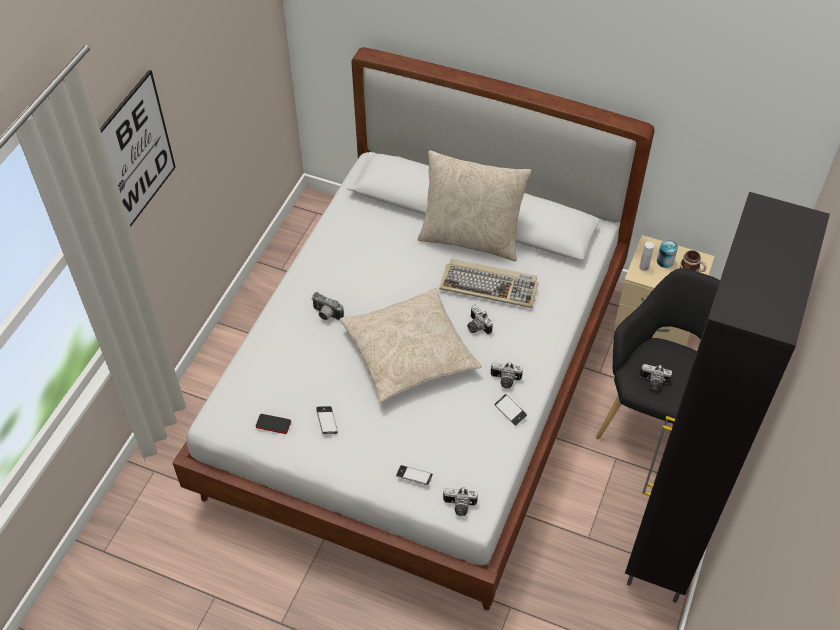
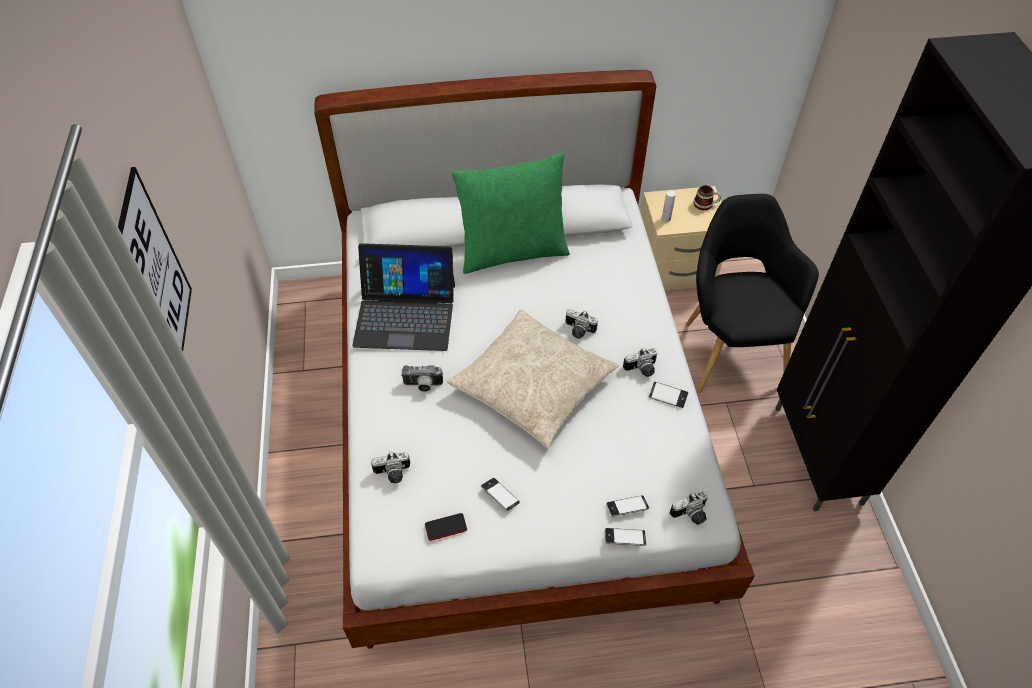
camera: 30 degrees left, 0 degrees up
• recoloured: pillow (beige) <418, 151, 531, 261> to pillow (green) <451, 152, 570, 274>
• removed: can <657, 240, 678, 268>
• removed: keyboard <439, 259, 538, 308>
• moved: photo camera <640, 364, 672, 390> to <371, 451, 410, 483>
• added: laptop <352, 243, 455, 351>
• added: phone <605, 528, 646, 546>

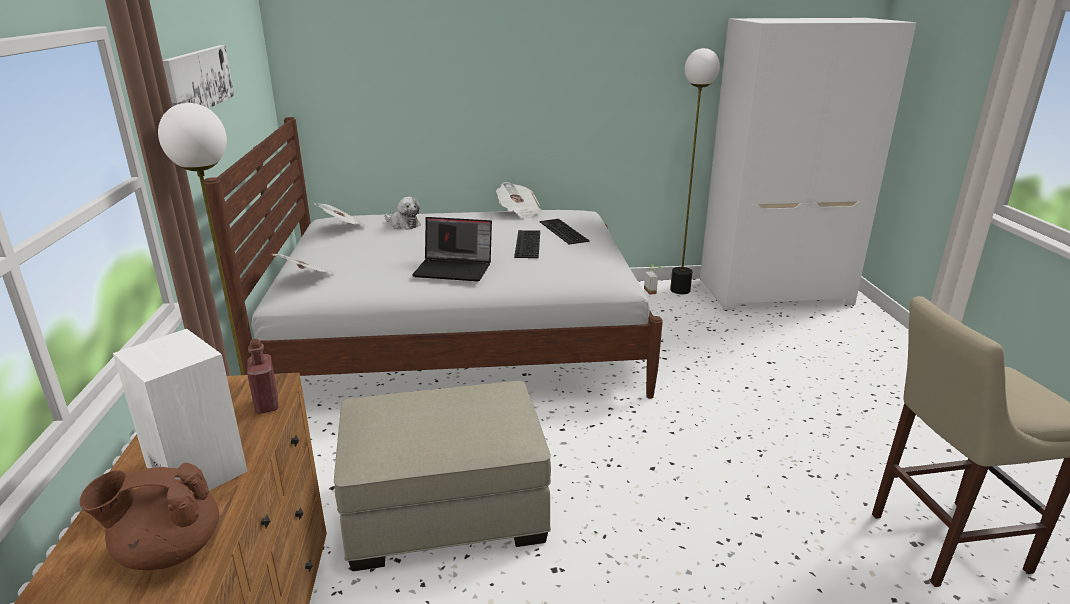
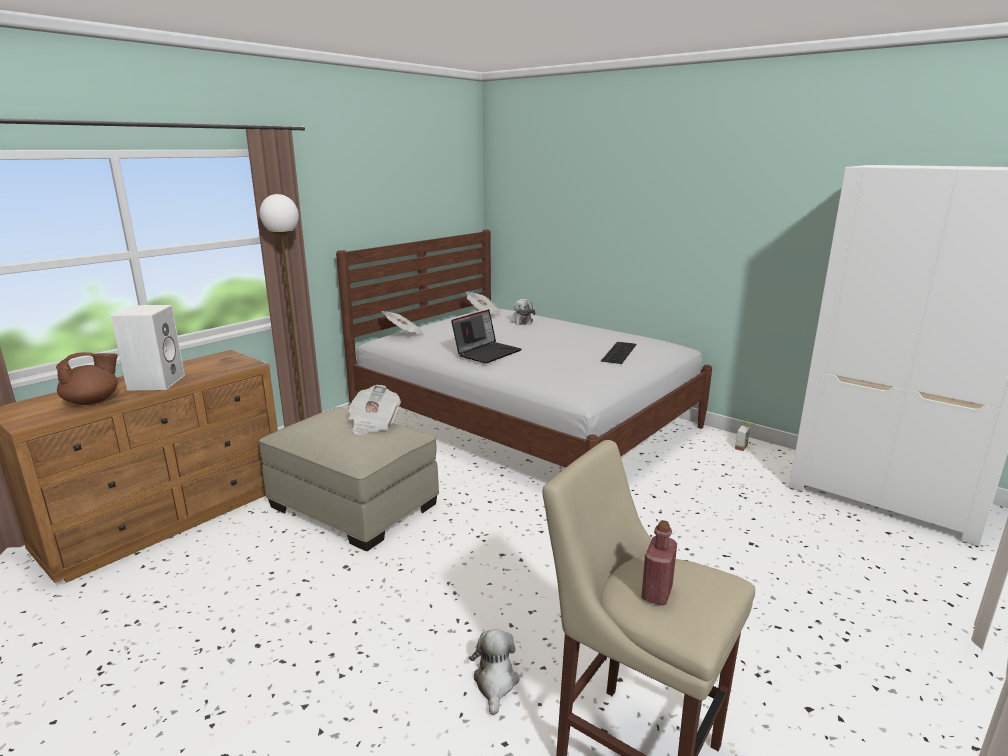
camera: 45 degrees right, 5 degrees down
• removed: picture <163, 45, 234, 109>
• removed: floor lamp <670, 48, 720, 294>
• moved: newspaper <496, 182, 542, 219> to <348, 385, 401, 435>
• turned: laptop <412, 217, 492, 281> = <451, 309, 522, 363> 105 degrees counterclockwise
• removed: keyboard <514, 230, 540, 258>
• moved: bottle (red) <247, 339, 279, 413> to <641, 520, 677, 605>
• turned: teapot (brown) <80, 463, 219, 570> = <56, 352, 118, 405> 105 degrees clockwise
• added: plush toy <470, 629, 519, 715>

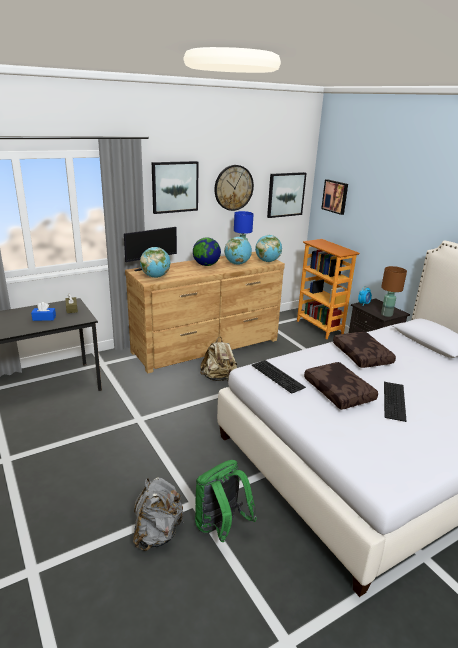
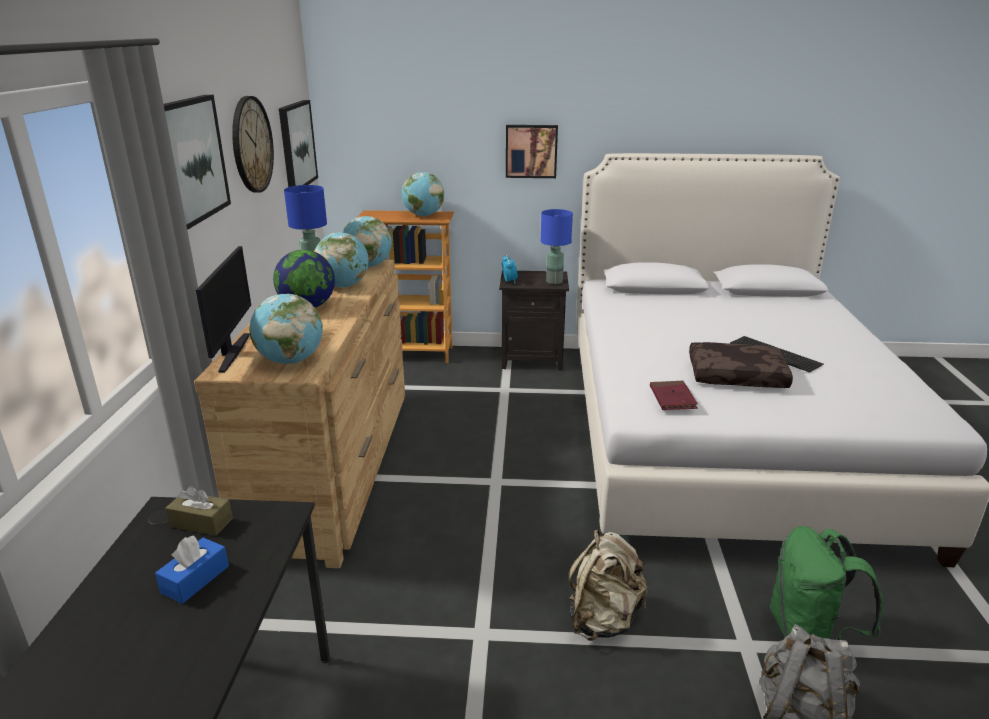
camera: 55 degrees left, 0 degrees up
• moved: picture <321, 179, 348, 215> to <506, 125, 558, 178>
• recoloured: table lamp (brown) <381, 266, 407, 317> to table lamp (blue) <541, 209, 573, 284>
• removed: pillow (brown) <333, 332, 396, 368>
• moved: backpack (beige) <200, 337, 237, 381> to <569, 530, 648, 641>
• replaced: keyboard <252, 360, 306, 394> to book (red) <650, 381, 698, 410>
• added: globe <401, 172, 444, 216>

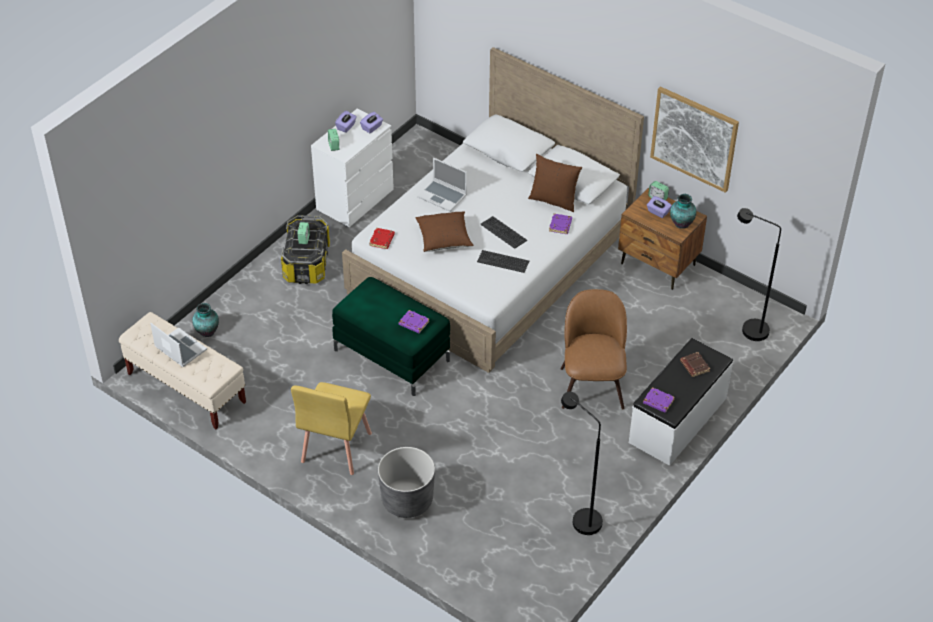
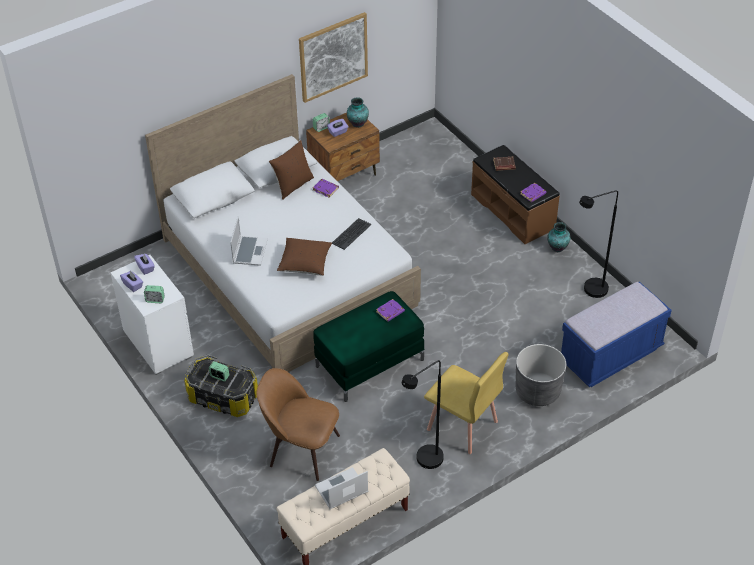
camera: 70 degrees left, 0 degrees up
• turned: laptop <417, 158, 467, 212> = <230, 216, 268, 266> 45 degrees counterclockwise
• moved: floor lamp (black) <737, 208, 781, 341> to <402, 360, 444, 469>
• removed: keyboard <480, 216, 527, 249>
• removed: book (red) <369, 228, 395, 249>
• moved: chair (brown) <560, 289, 627, 409> to <256, 368, 340, 481>
• moved: vase <192, 303, 219, 337> to <547, 222, 570, 252>
• recoloured: bench (white) <629, 338, 733, 466> to bench (brown) <471, 145, 560, 244>
• added: bench (blue) <561, 282, 672, 387>

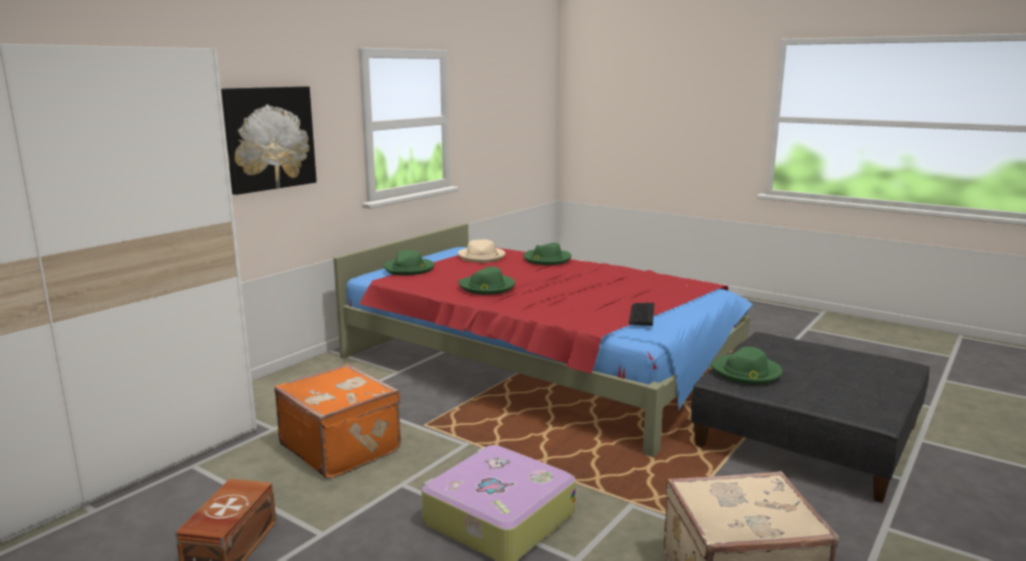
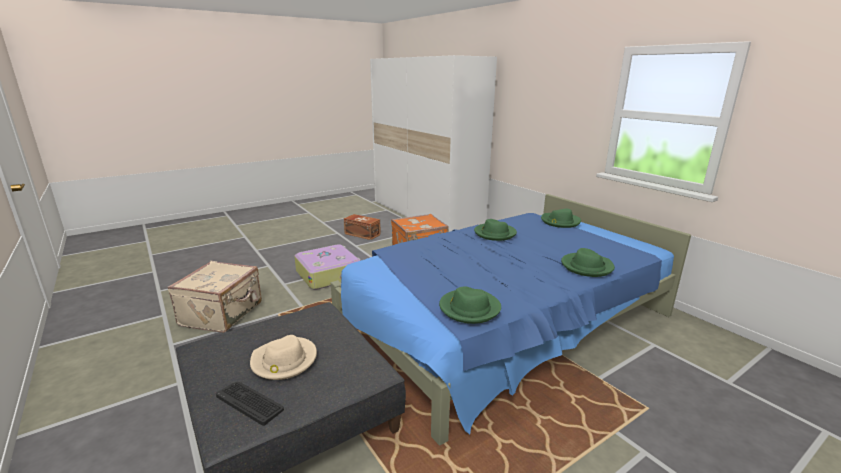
camera: 110 degrees right, 5 degrees up
• removed: picture <221, 86, 317, 195>
• recoloured: bed (red) <333, 223, 753, 457> to bed (blue) <330, 194, 691, 446>
• moved: hat (beige) <458, 240, 505, 263> to <250, 335, 317, 380>
• moved: keyboard <629, 303, 654, 326> to <216, 382, 284, 426>
• moved: hat (green) <711, 346, 782, 384> to <439, 287, 501, 324>

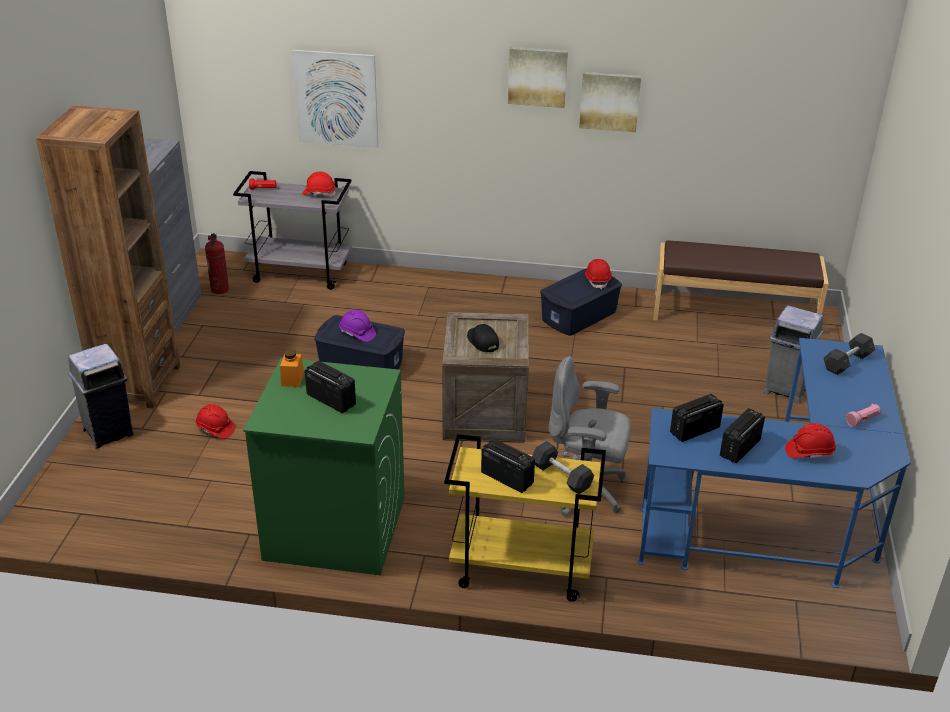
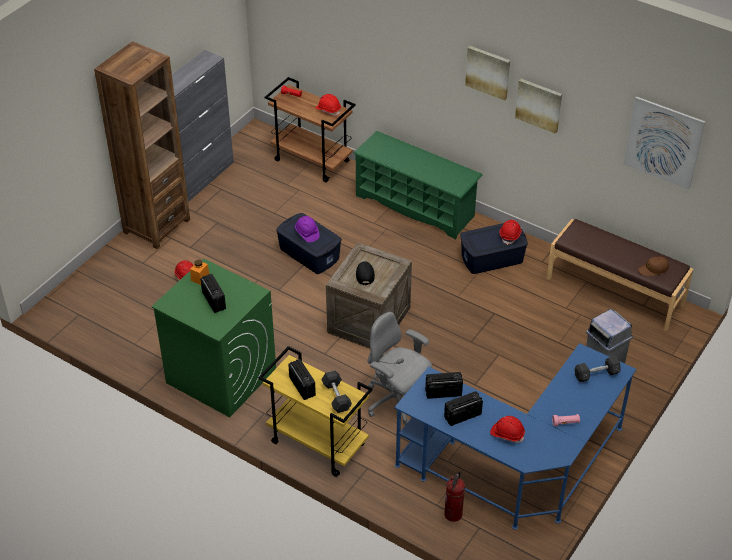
camera: 25 degrees right, 10 degrees up
• moved: picture <292, 50, 378, 148> to <623, 96, 705, 189>
• recoloured: cart (grey) <233, 171, 352, 290> to cart (brown) <265, 77, 355, 182>
• moved: fire extinguisher <205, 233, 229, 294> to <444, 472, 465, 522>
• removed: trash can (grey) <68, 344, 134, 448>
• added: shoe rack (green) <353, 131, 483, 239>
• added: cap (brown) <638, 256, 669, 277>

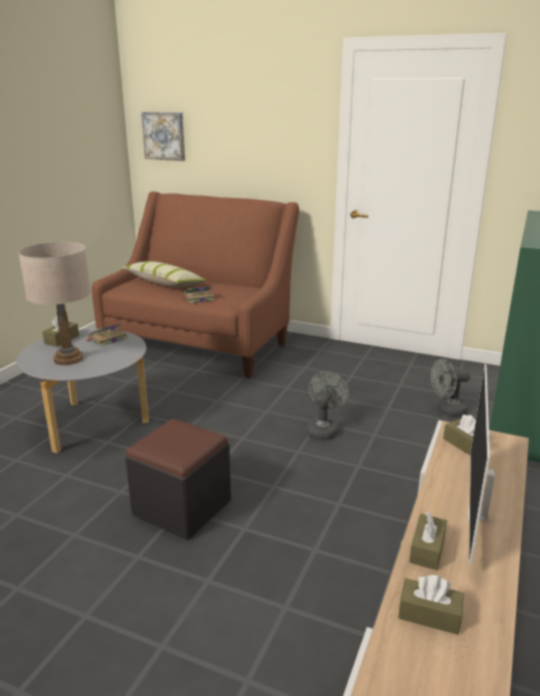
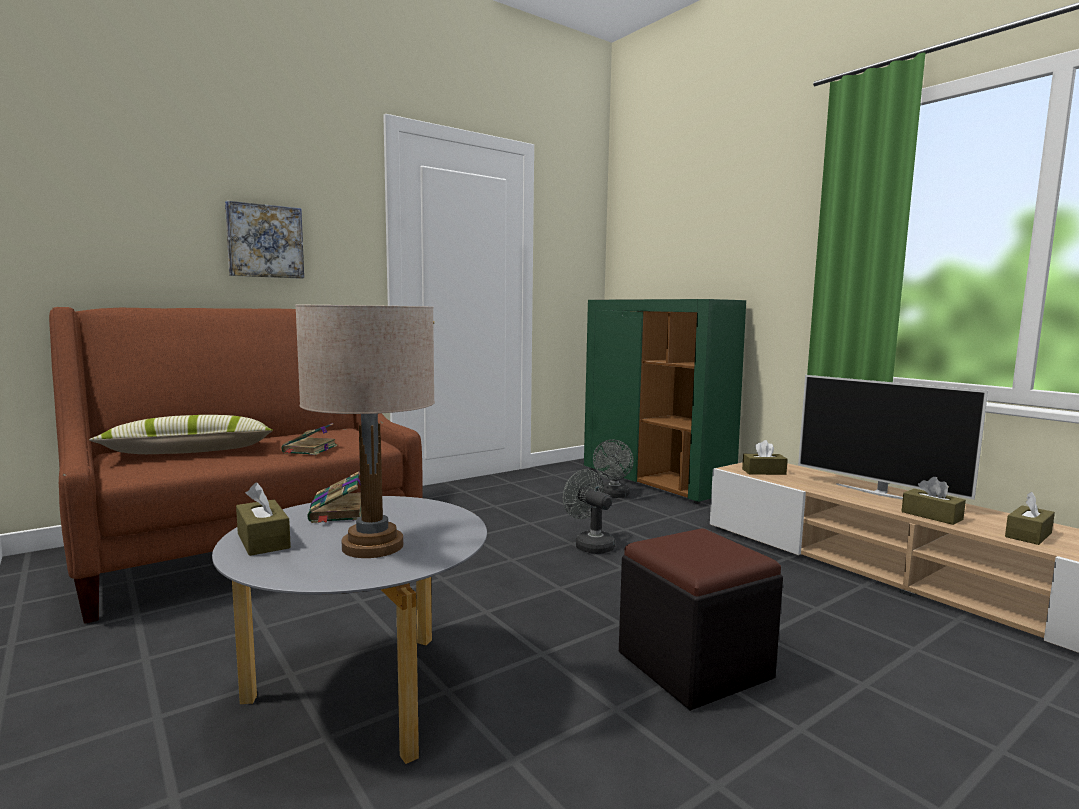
camera: 60 degrees left, 15 degrees down
• moved: picture <141, 112, 185, 161> to <225, 201, 304, 279>

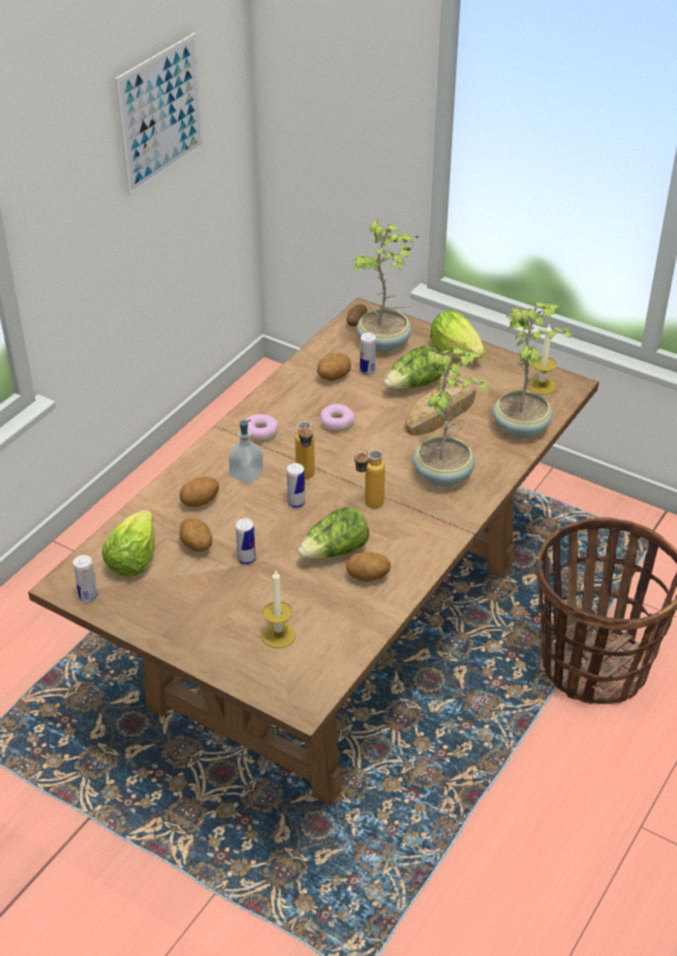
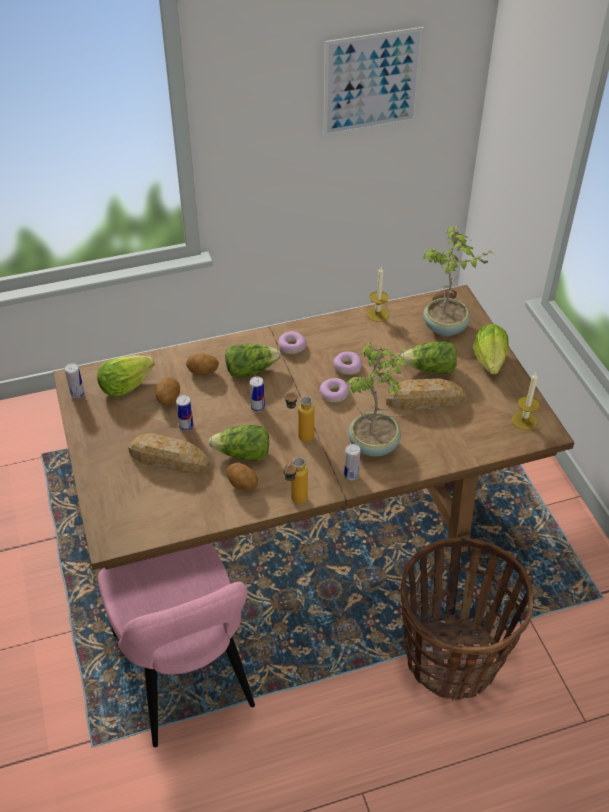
camera: 40 degrees right, 5 degrees up
• removed: potted plant <493, 302, 573, 438>
• moved: can <360, 333, 376, 375> to <344, 444, 360, 480>
• removed: potato <317, 353, 351, 381>
• replaced: soap dispenser <228, 420, 264, 484> to lettuce <225, 344, 281, 378>
• moved: bottle <295, 421, 315, 479> to <284, 457, 308, 504>
• moved: candle <261, 571, 296, 648> to <367, 267, 389, 322>
• added: donut <320, 378, 349, 402>
• added: bread <128, 433, 210, 473>
• added: chair (pink) <98, 543, 255, 747>

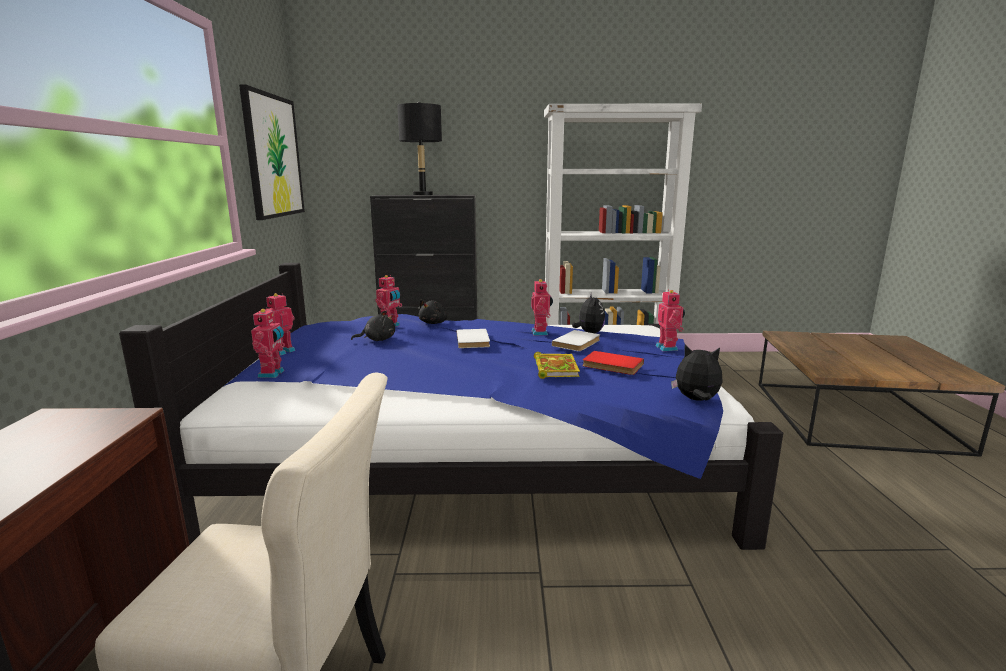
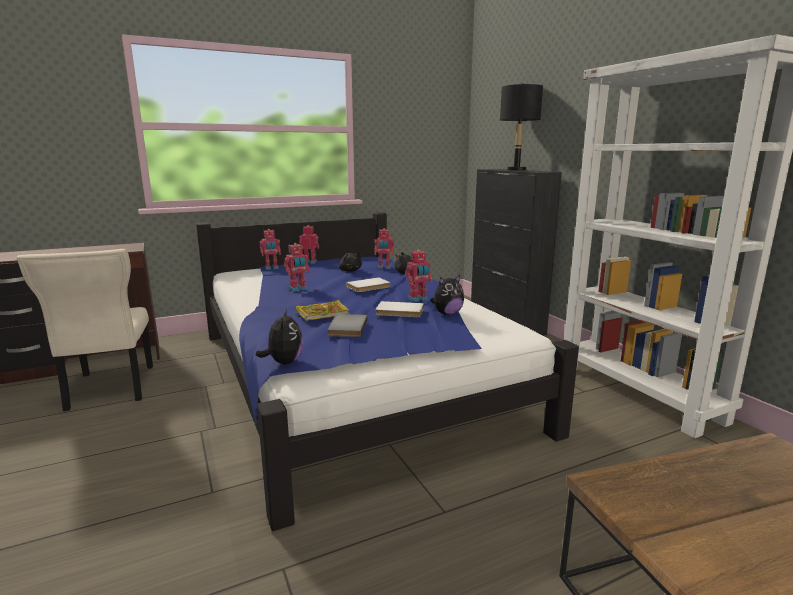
camera: 65 degrees right, 0 degrees up
• removed: picture <239, 84, 305, 220>
• moved: toy robot <656, 289, 685, 351> to <284, 243, 310, 292>
• recoloured: book (red) <582, 351, 644, 375> to book (grey) <327, 314, 368, 337>

